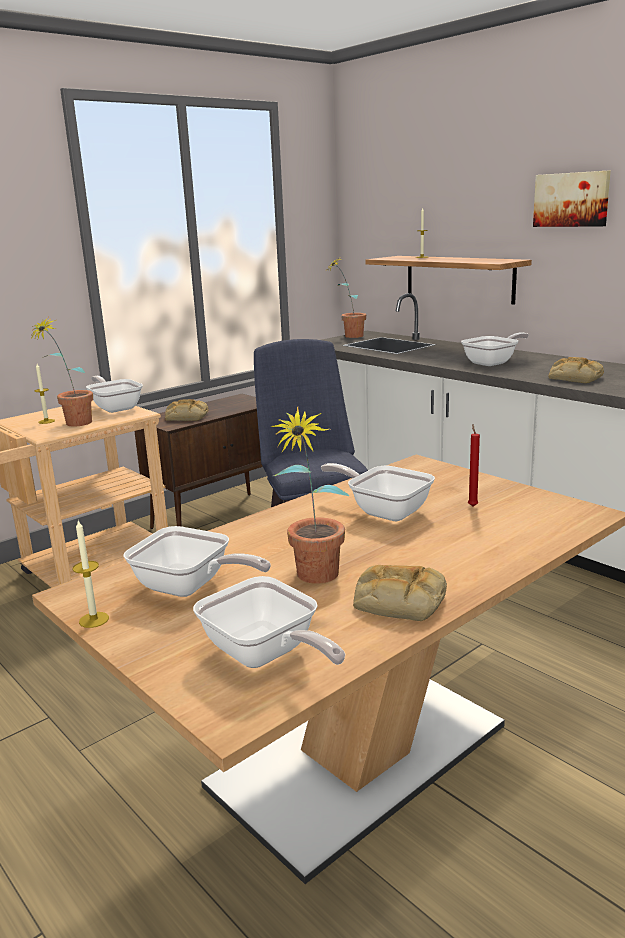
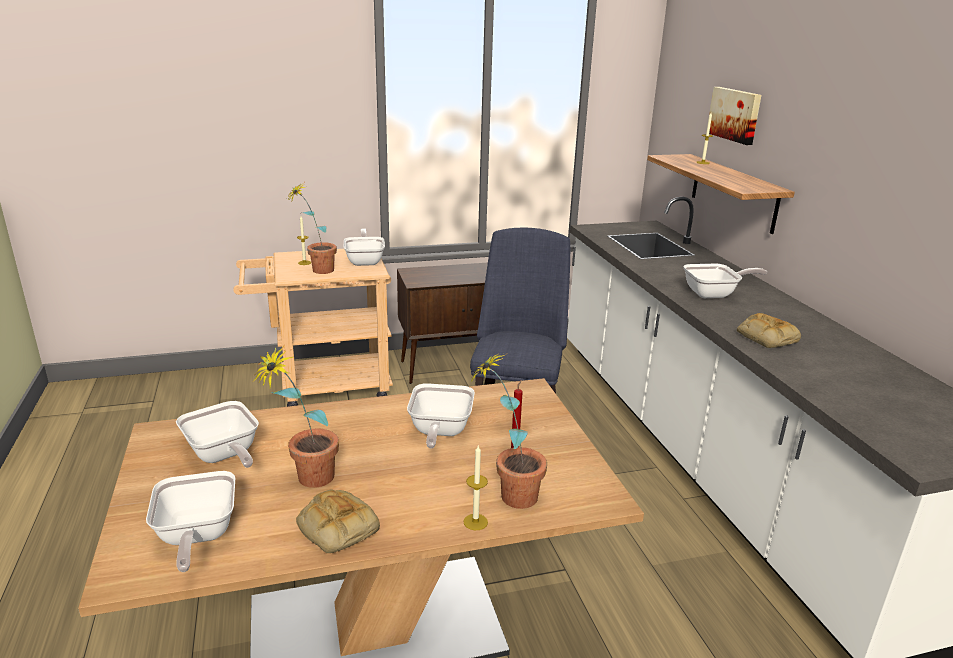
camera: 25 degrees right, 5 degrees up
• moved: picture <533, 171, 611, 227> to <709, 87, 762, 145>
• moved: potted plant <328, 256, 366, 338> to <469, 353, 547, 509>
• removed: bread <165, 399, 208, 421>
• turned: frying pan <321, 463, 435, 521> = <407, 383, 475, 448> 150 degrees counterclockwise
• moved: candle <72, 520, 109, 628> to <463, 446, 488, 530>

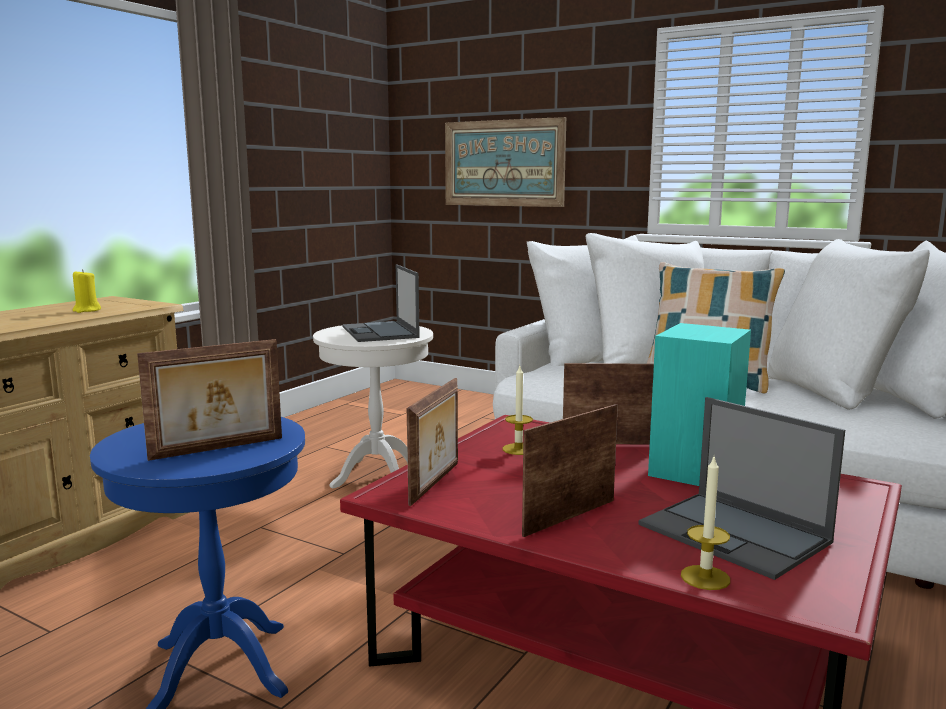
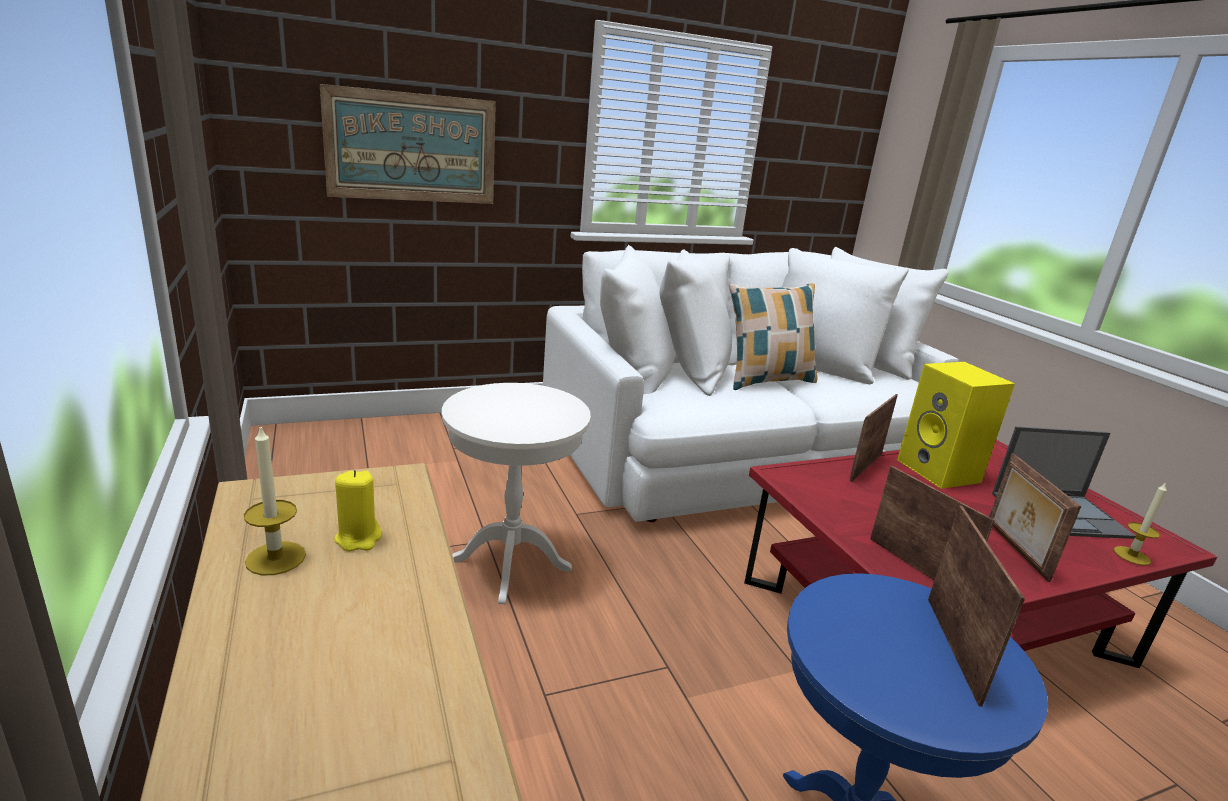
camera: 55 degrees left, 10 degrees up
• removed: laptop <342, 264, 420, 342>
• recoloured: speaker (turquoise) <648, 323, 751, 486> to speaker (yellow) <897, 362, 1015, 489>
• moved: candle <503, 366, 533, 455> to <244, 424, 306, 575>

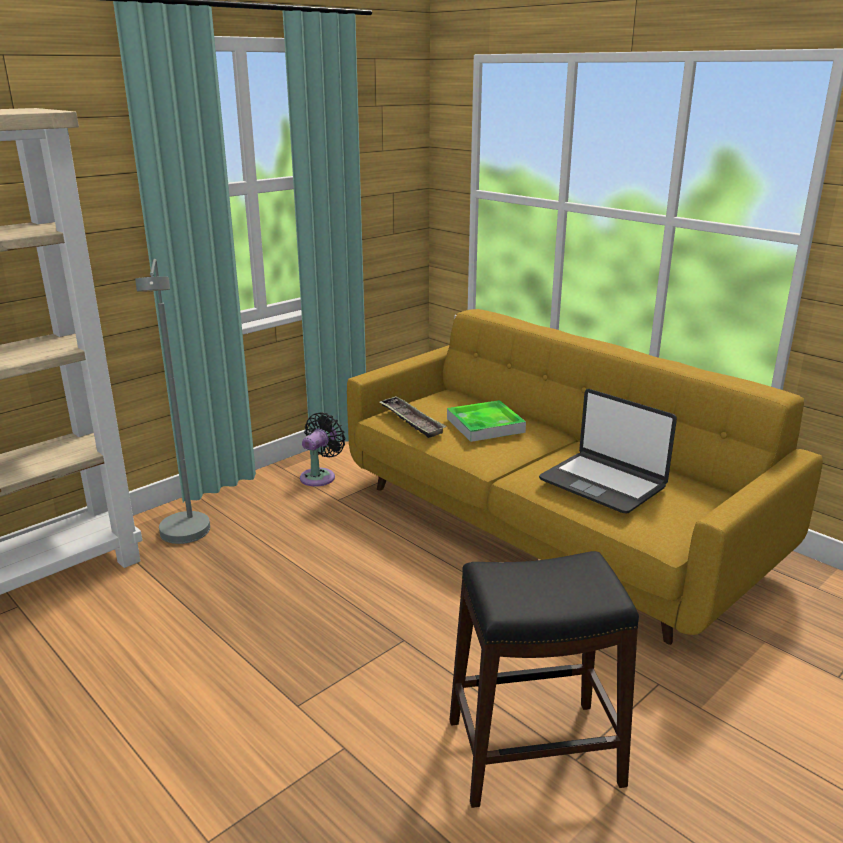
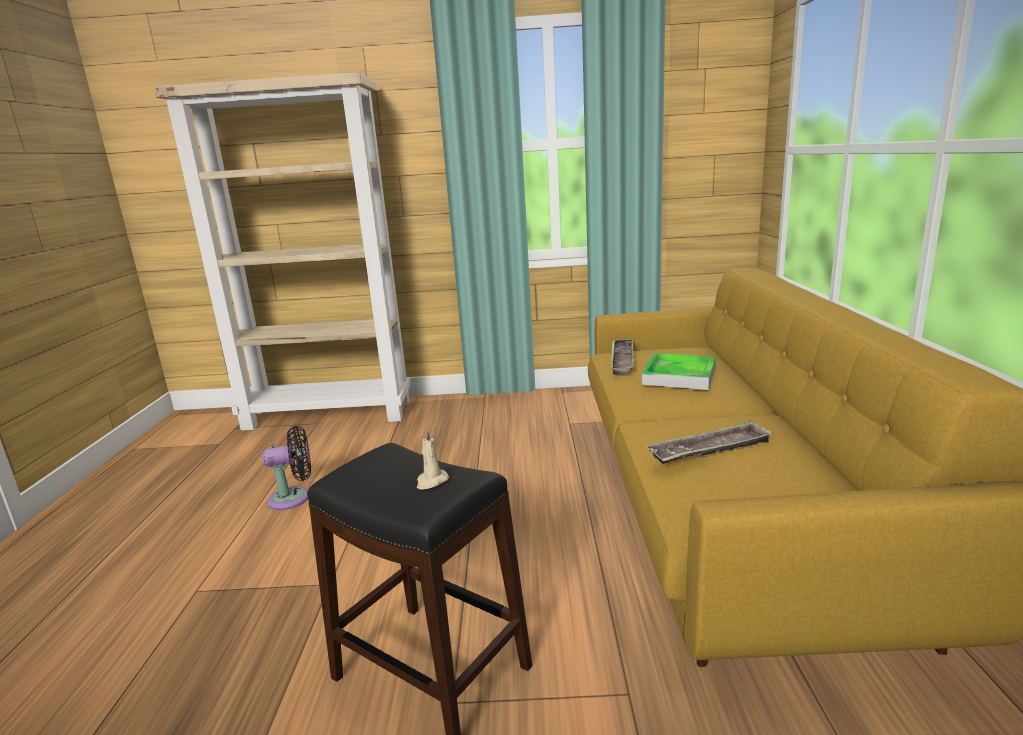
camera: 45 degrees right, 5 degrees down
• removed: floor lamp (grey) <135, 259, 210, 544>
• replaced: laptop <539, 389, 677, 513> to tray <645, 420, 773, 464>
• moved: fan (black) <300, 412, 345, 487> to <262, 426, 311, 510>
• added: candle (beige) <417, 428, 449, 490>

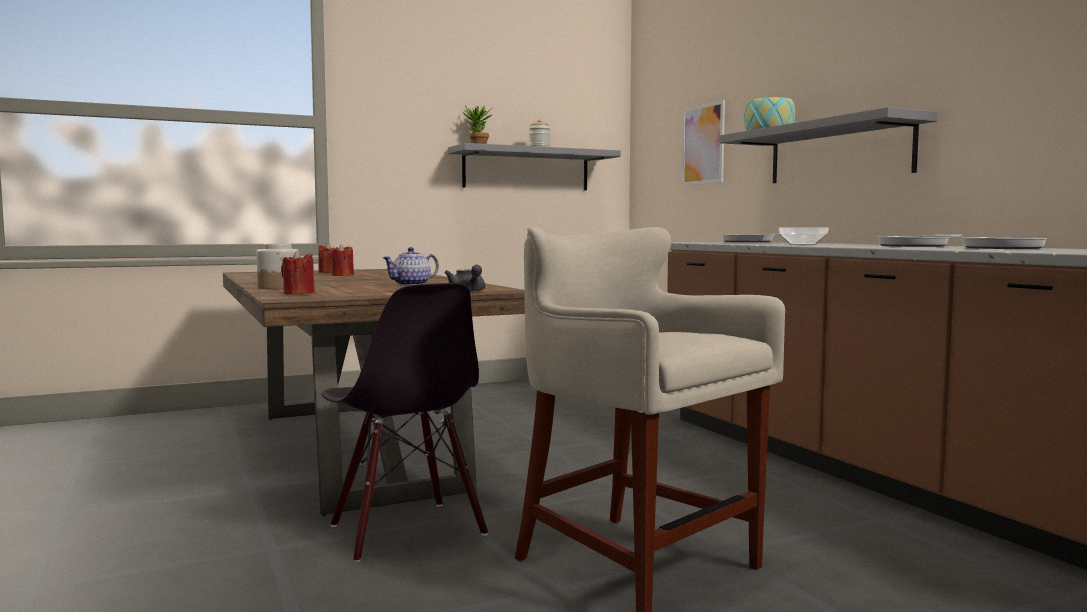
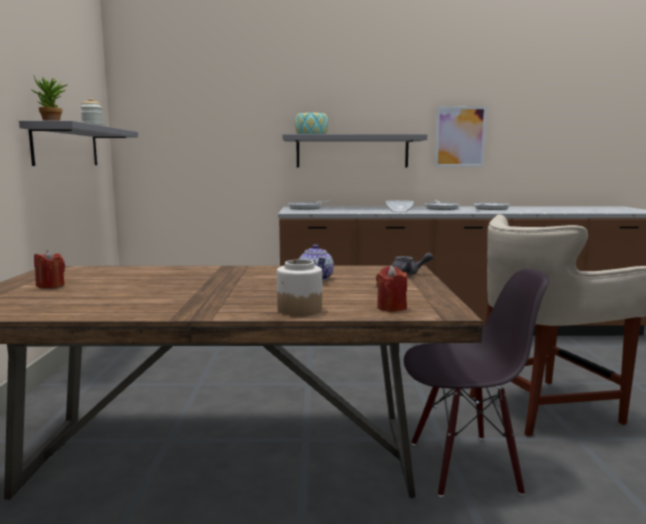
camera: 65 degrees left, 5 degrees up
• moved: picture <682, 100, 725, 186> to <435, 106, 487, 167>
• removed: candle (red) <329, 244, 354, 276>

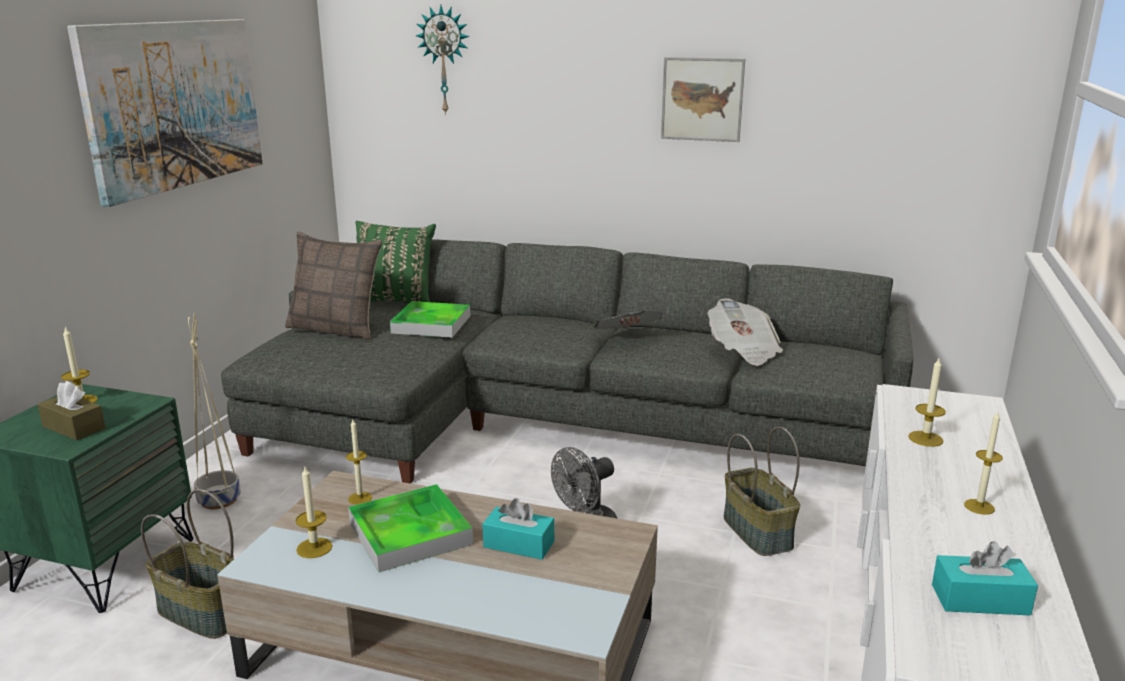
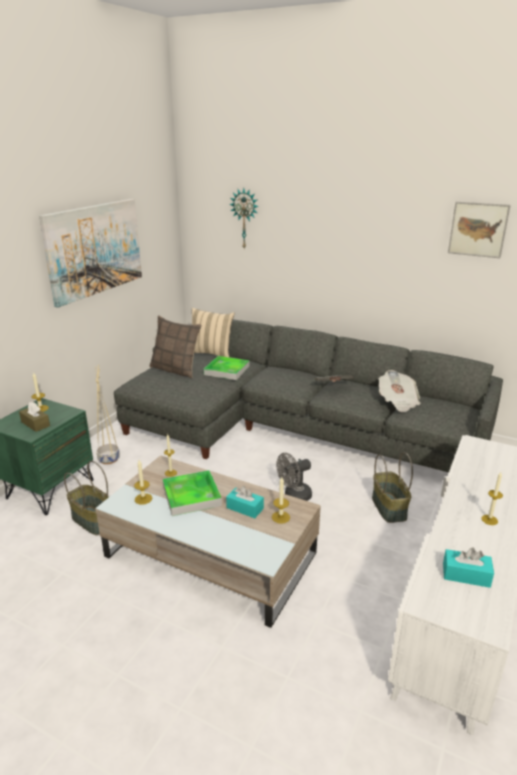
camera: 10 degrees right, 5 degrees up
• moved: picture <661, 57, 745, 142> to <448, 202, 511, 258>
• recoloured: pillow (green) <356, 221, 436, 303> to pillow (beige) <192, 308, 235, 357>
• moved: candle <908, 358, 946, 447> to <272, 477, 290, 524>

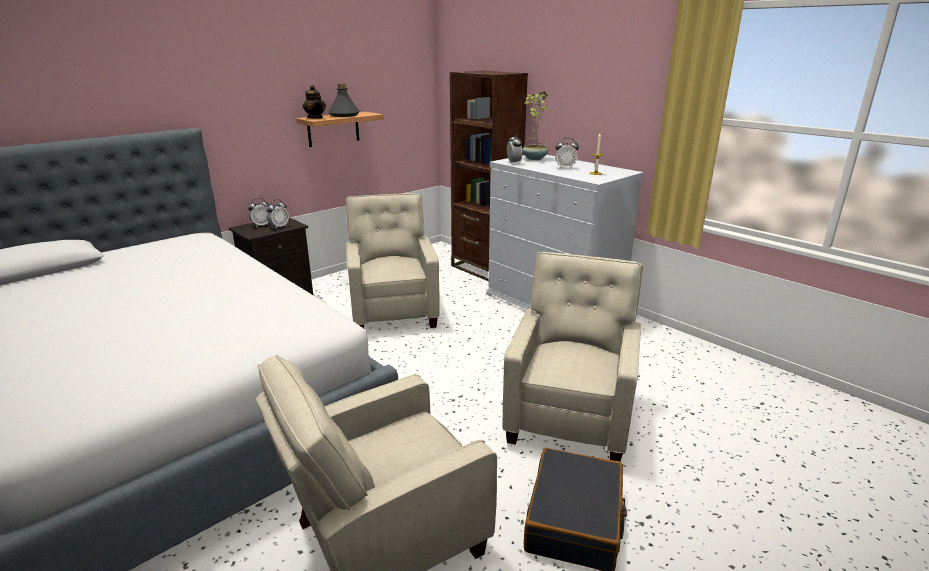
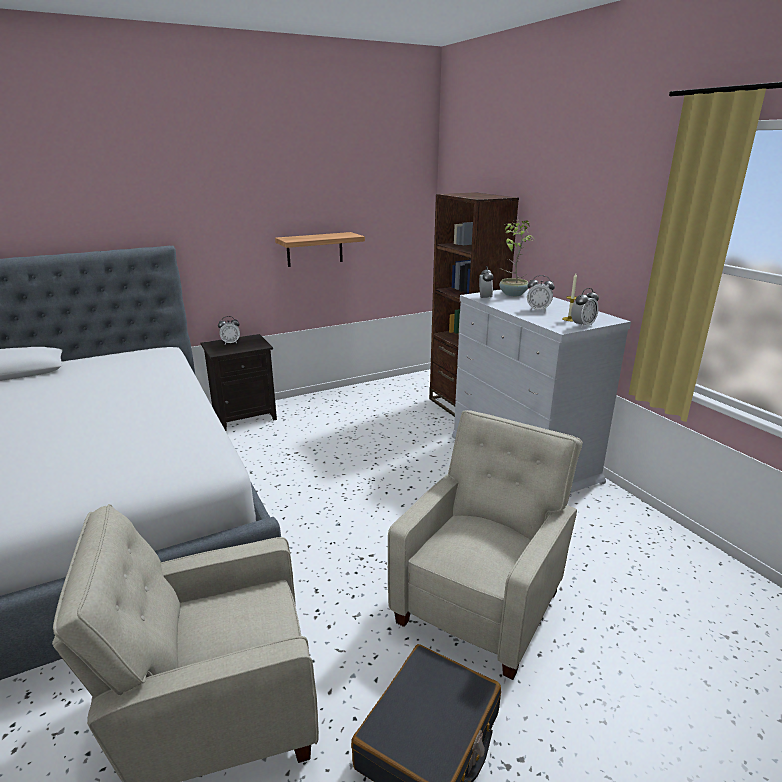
camera: 15 degrees right, 0 degrees up
• removed: bottle (grey) <328, 83, 360, 117>
• removed: teapot <303, 85, 326, 119>
• removed: armchair (beige) <346, 193, 440, 328>
• moved: alarm clock <266, 199, 289, 229> to <571, 288, 599, 328>

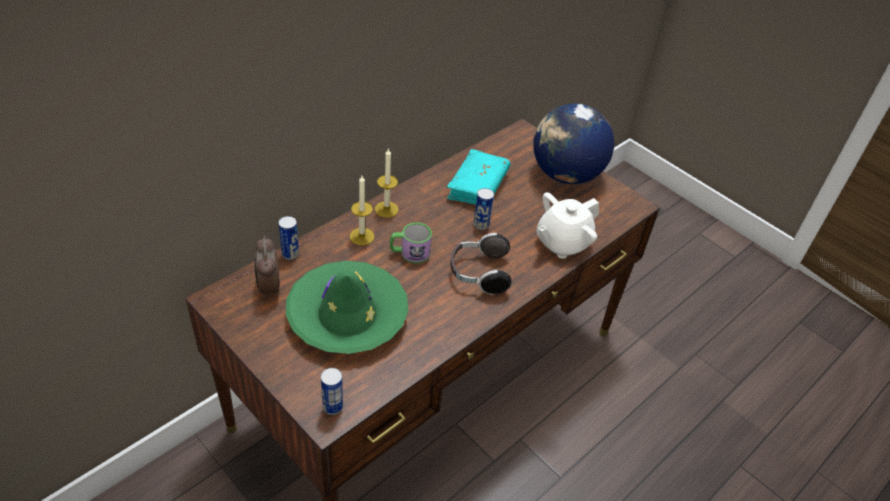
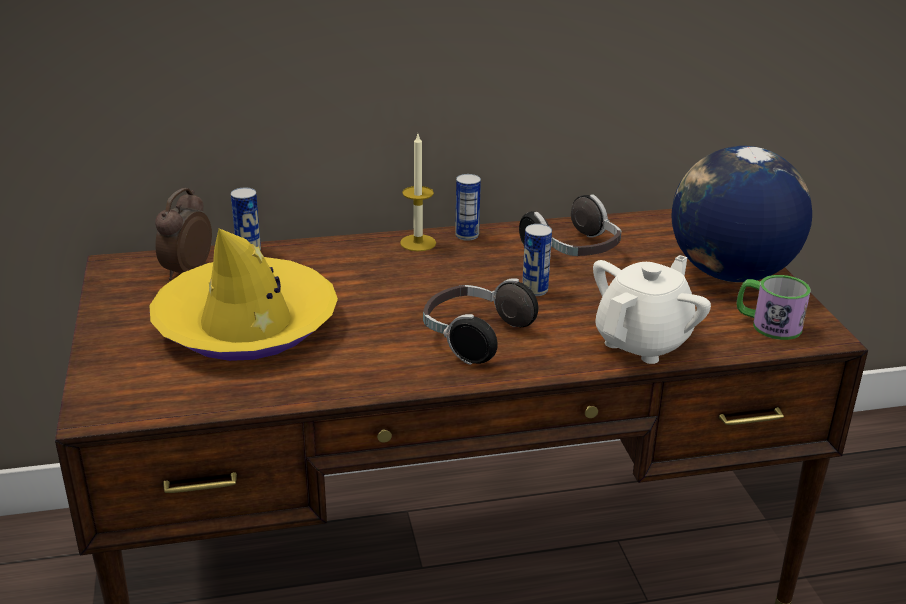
camera: 35 degrees right, 15 degrees down
• replaced: book (turquoise) <447, 149, 511, 205> to headphones <519, 194, 621, 256>
• removed: candle <350, 176, 374, 245>
• turned: teapot (white) <536, 192, 599, 259> = <593, 255, 711, 364> 135 degrees clockwise
• moved: mug <390, 222, 432, 264> to <737, 275, 811, 340>
• recoloured: hat (green) <286, 261, 408, 354> to hat (yellow) <149, 229, 338, 361>
• moved: can <321, 368, 343, 415> to <455, 174, 481, 241>

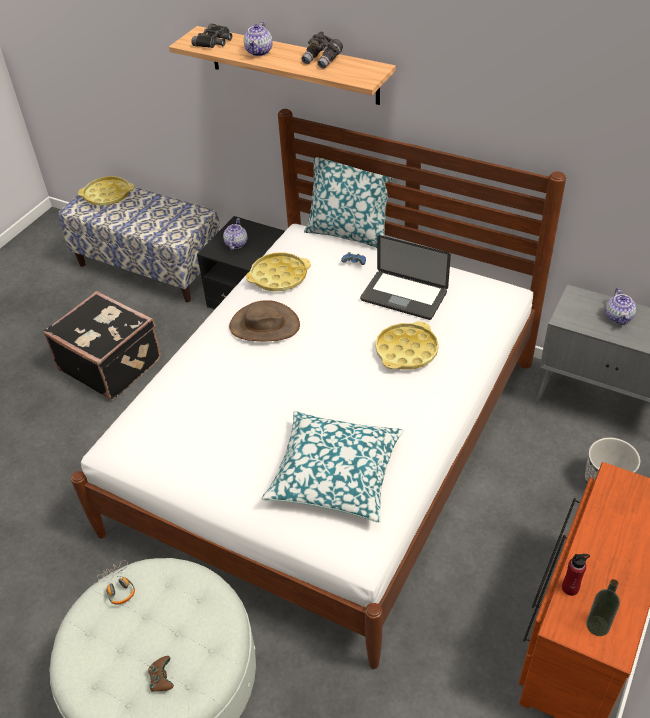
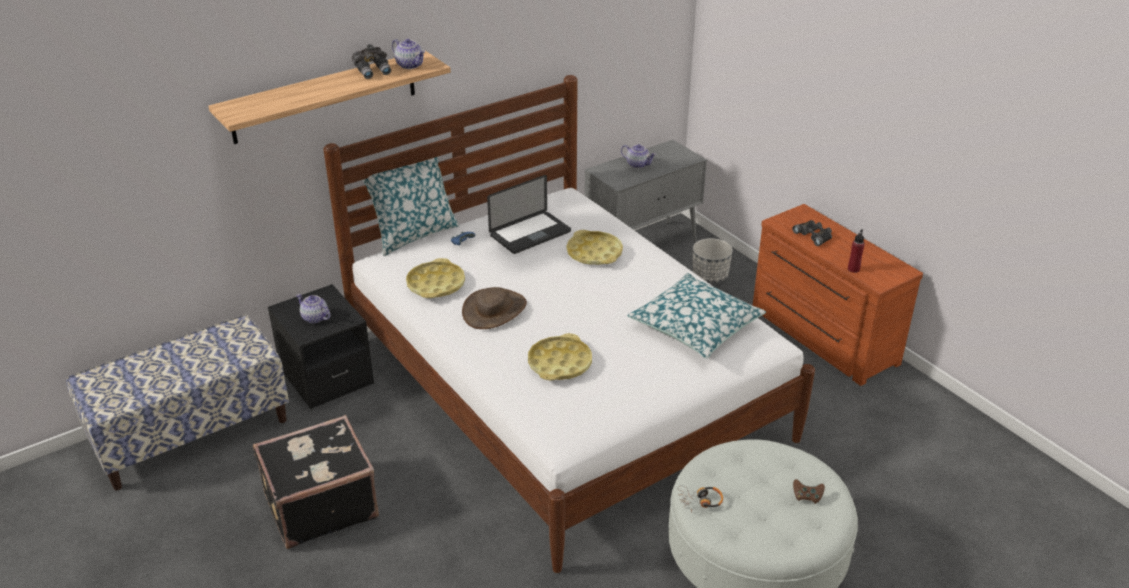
camera: 65 degrees left, 10 degrees down
• moved: teapot <244, 22, 273, 56> to <392, 39, 425, 69>
• moved: binoculars (black) <191, 23, 232, 48> to <792, 220, 832, 246>
• moved: tray (yellow) <78, 176, 134, 206> to <528, 333, 592, 381>
• removed: bottle <586, 579, 620, 636>

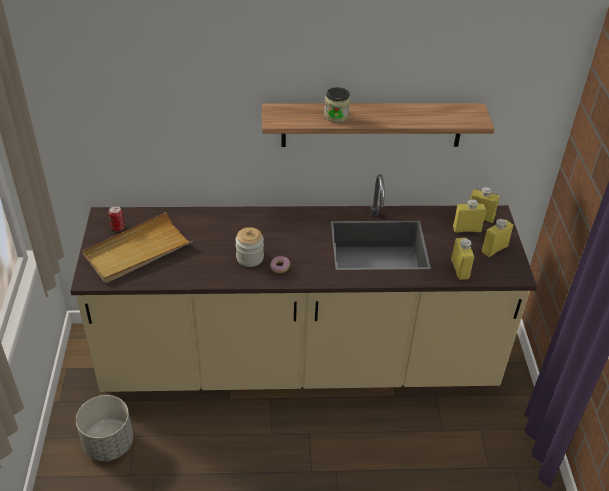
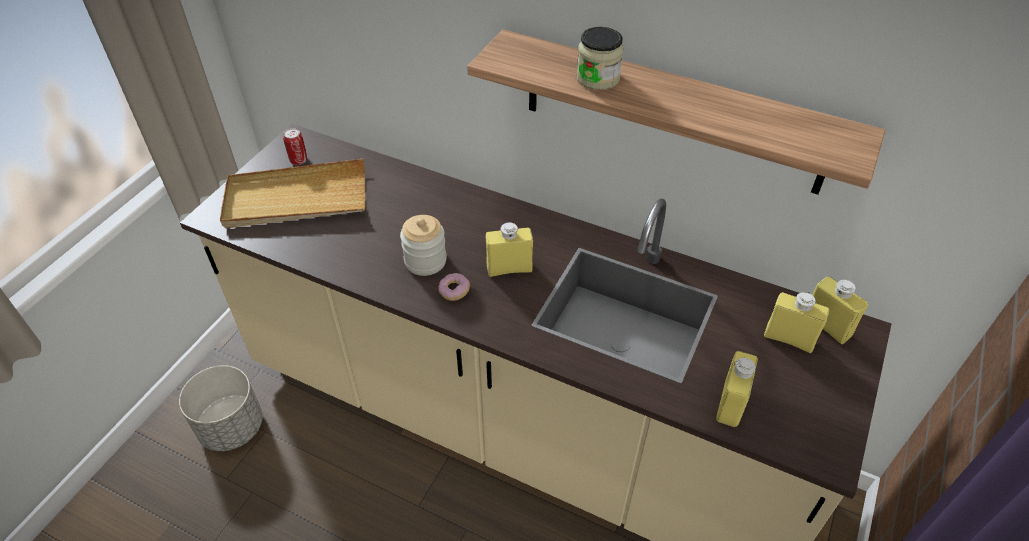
camera: 30 degrees right, 5 degrees up
• moved: bottle (yellow) <482, 219, 513, 257> to <486, 222, 533, 277>

